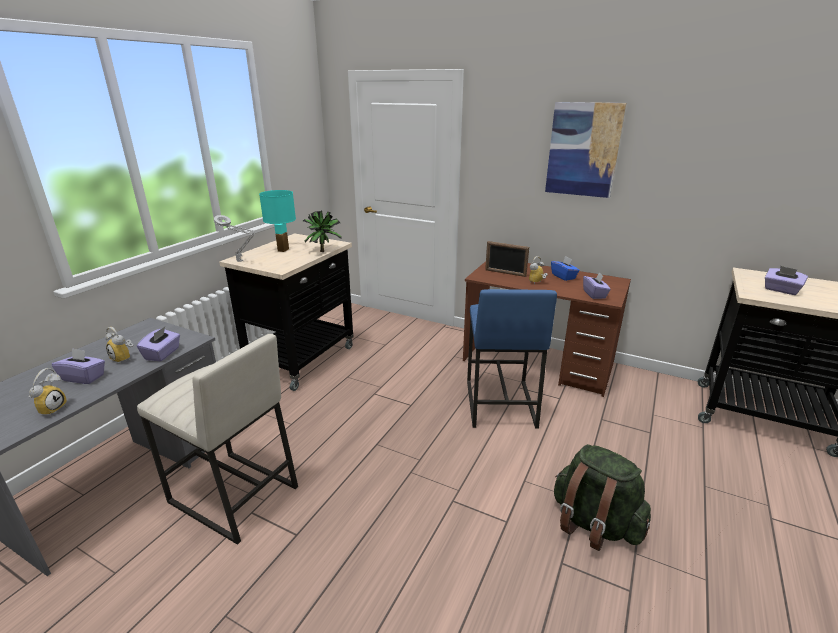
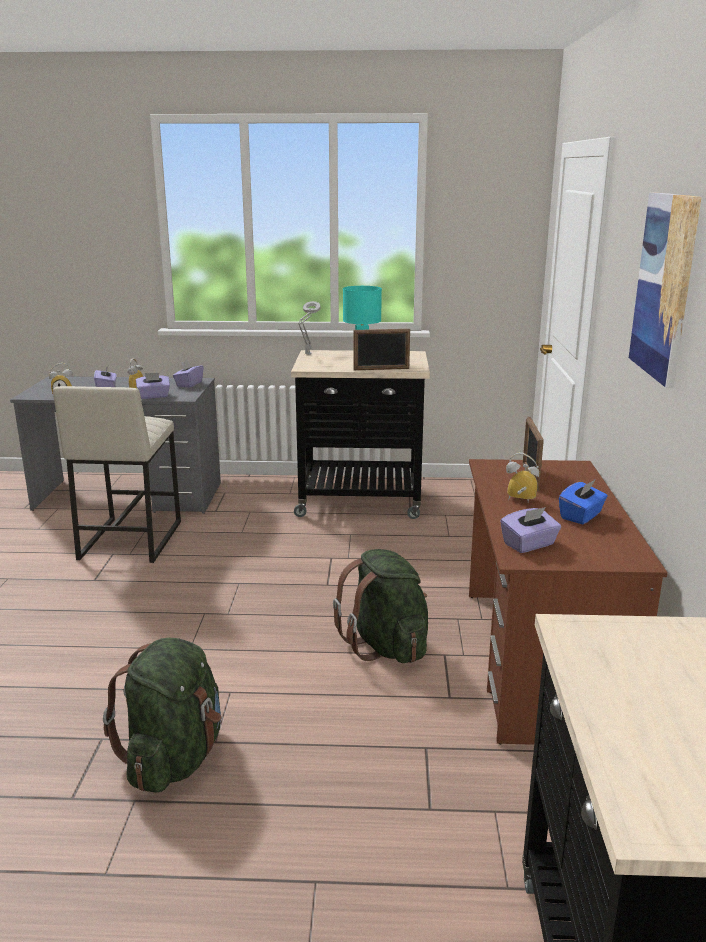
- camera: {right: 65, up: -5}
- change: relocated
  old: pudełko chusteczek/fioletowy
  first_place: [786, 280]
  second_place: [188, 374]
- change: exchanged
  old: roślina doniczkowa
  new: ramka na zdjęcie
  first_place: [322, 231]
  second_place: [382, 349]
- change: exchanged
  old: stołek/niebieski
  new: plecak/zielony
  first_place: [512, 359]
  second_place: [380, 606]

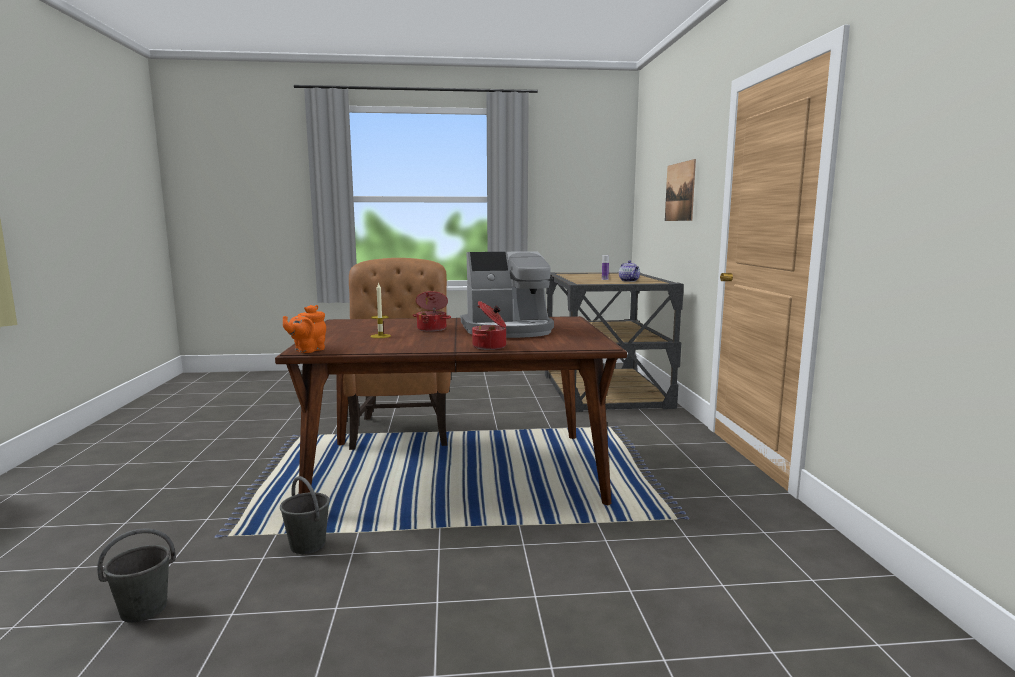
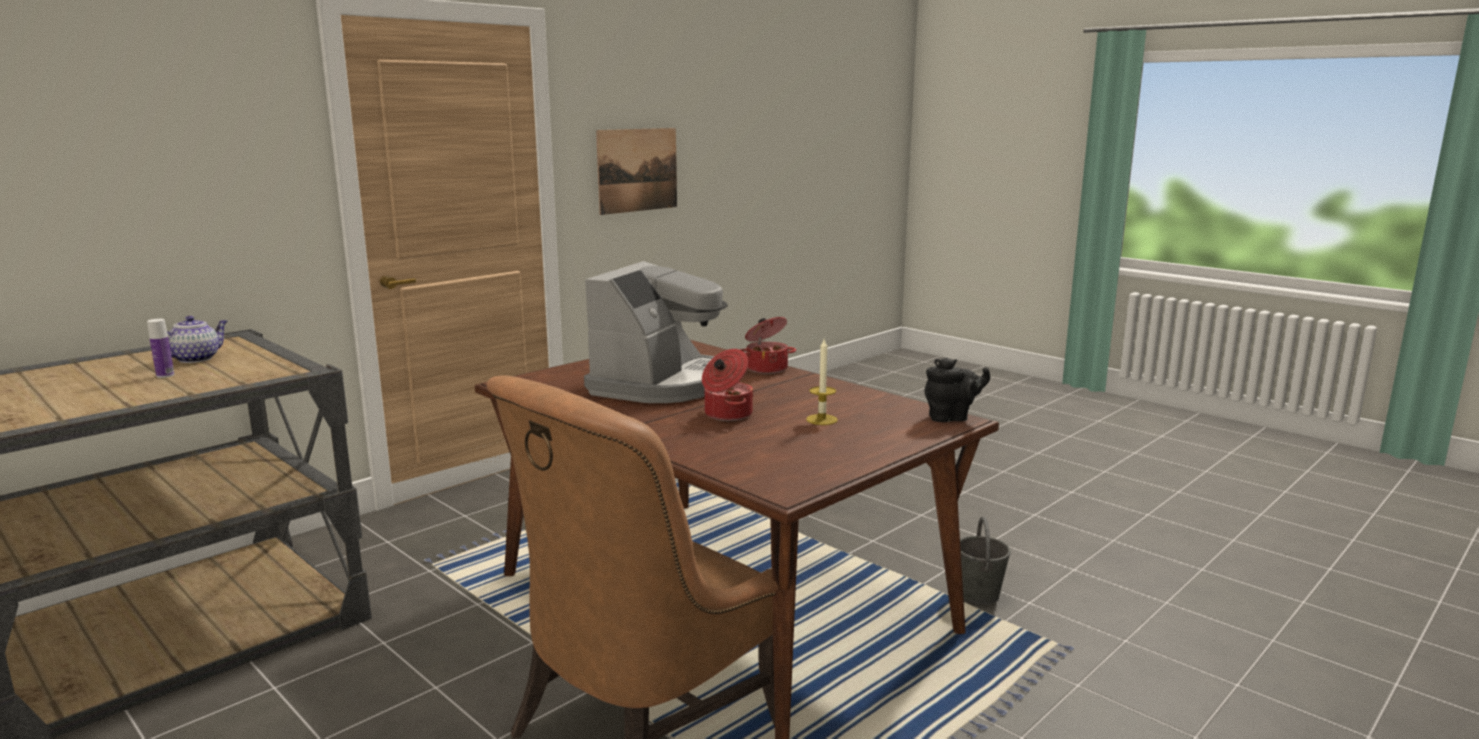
- camera: {right: -130, up: 5}
- change: missing
  old: wiadro/szary
  first_place: [136, 575]
- change: relocated
  old: obraz
  first_place: [680, 190]
  second_place: [636, 171]
- change: colour
  old: imbryk/pomarańczowy
  new: imbryk/czarny
  first_place: [304, 329]
  second_place: [957, 390]
- change: spun
  old: ekspres do kawy
  first_place: [507, 294]
  second_place: [656, 332]
  degrees: 75

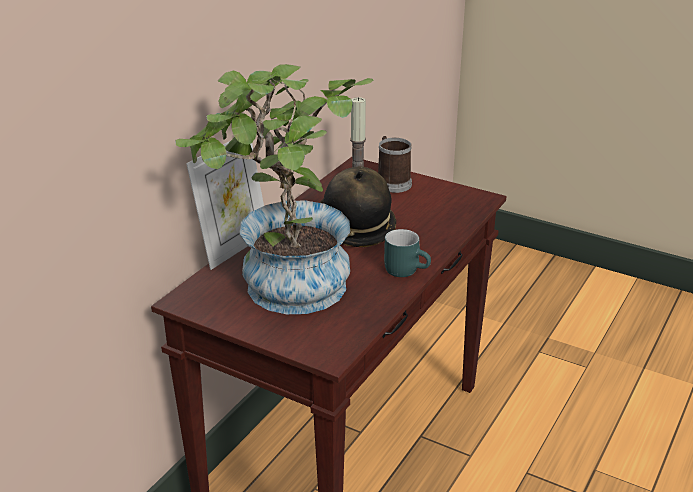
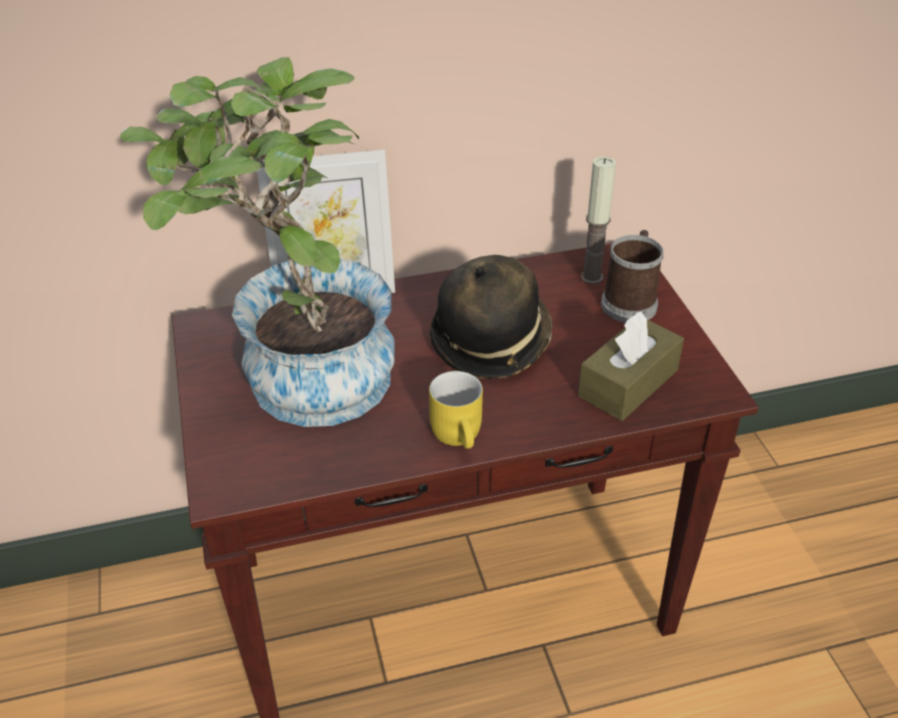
- camera: {right: 45, up: 10}
- change: appeared
  new: pudełko chusteczek/brązowy
  second_place: [631, 366]
- change: colour
  old: kubek/turkusowy
  new: kubek/żółty
  first_place: [407, 253]
  second_place: [456, 410]

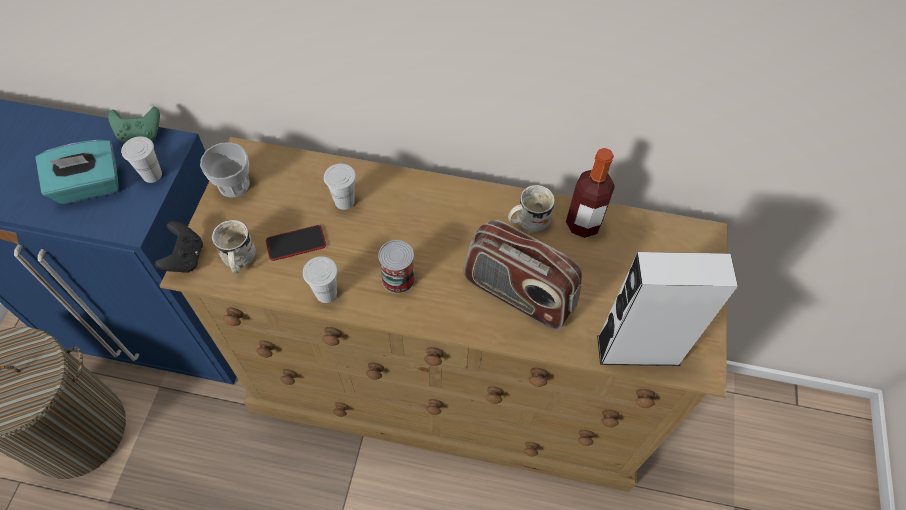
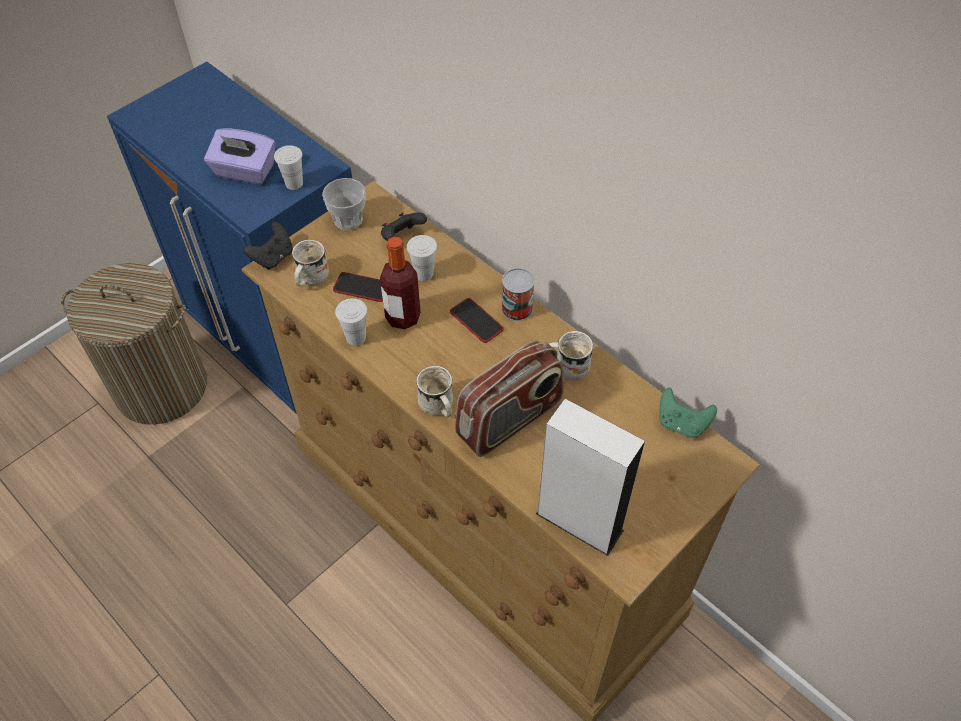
- camera: {right: 35, up: -5}
- change: appeared
  new: pad do gier/czarny
  second_place: [404, 226]
- change: appeared
  new: kubek/biały
  second_place: [434, 391]
- change: appeared
  new: telefon
  second_place: [477, 320]
- change: relocated
  old: pad do gier/zielony
  first_place: [134, 125]
  second_place: [688, 413]
- change: relocated
  old: puszka
  first_place: [396, 267]
  second_place: [518, 294]
- change: relocated
  old: butelka
  first_place: [590, 193]
  second_place: [400, 283]
- change: colour
  old: pudełko chusteczek/turkusowy
  new: pudełko chusteczek/fioletowy
  first_place: [77, 172]
  second_place: [239, 156]
- change: spun
  old: radio
  first_place: [522, 274]
  second_place: [509, 398]
  degrees: -105

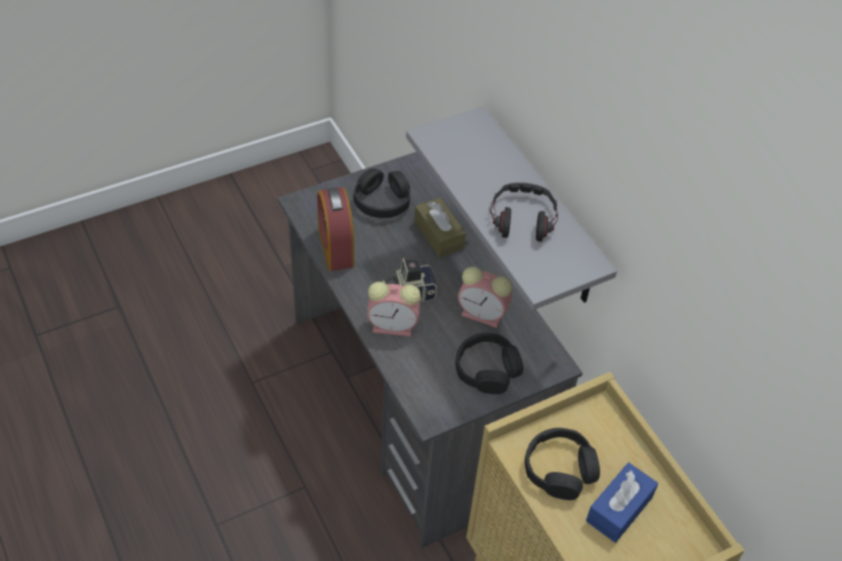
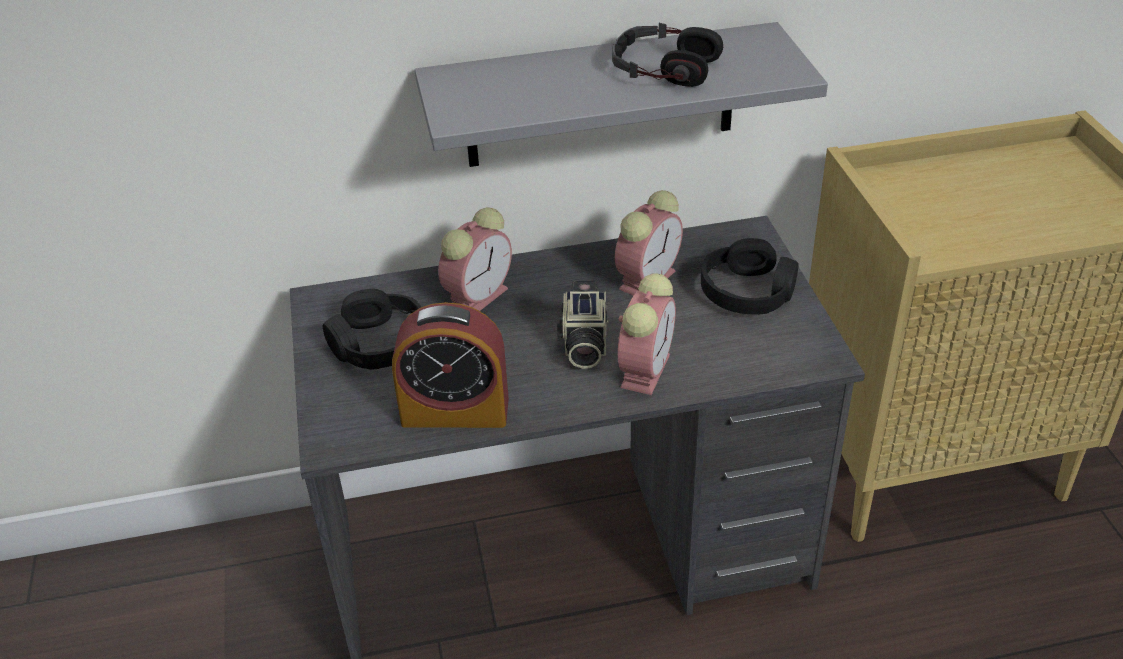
- camera: {right: -70, up: -10}
- change: missing
  old: słuchawki/czarny
  first_place: [562, 464]
- change: missing
  old: pudełko chusteczek/niebieski
  first_place: [622, 503]
- change: exchanged
  old: pudełko chusteczek/brązowy
  new: budzik
  first_place: [440, 228]
  second_place: [475, 259]

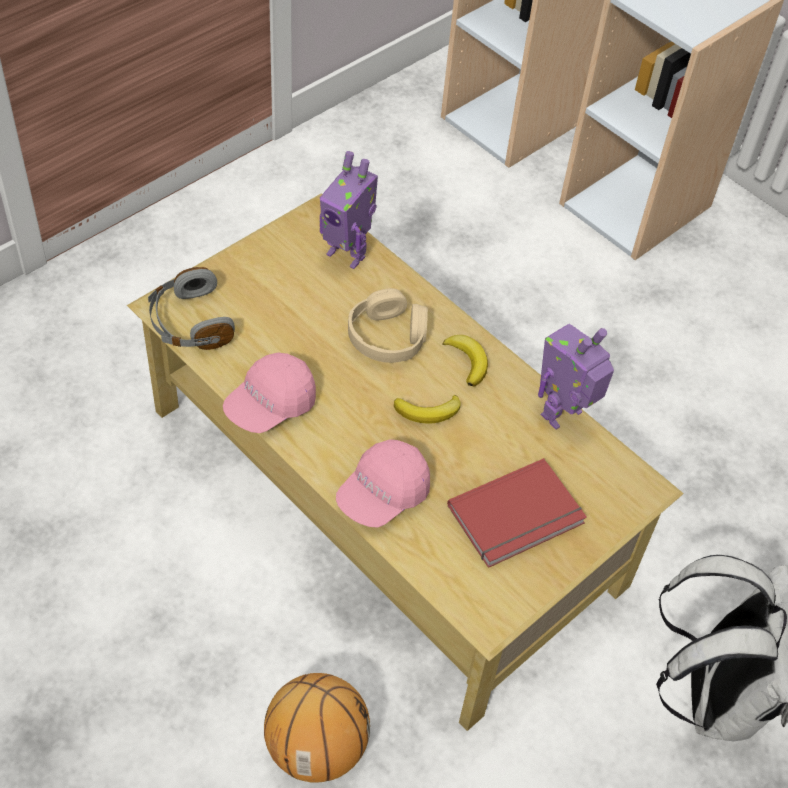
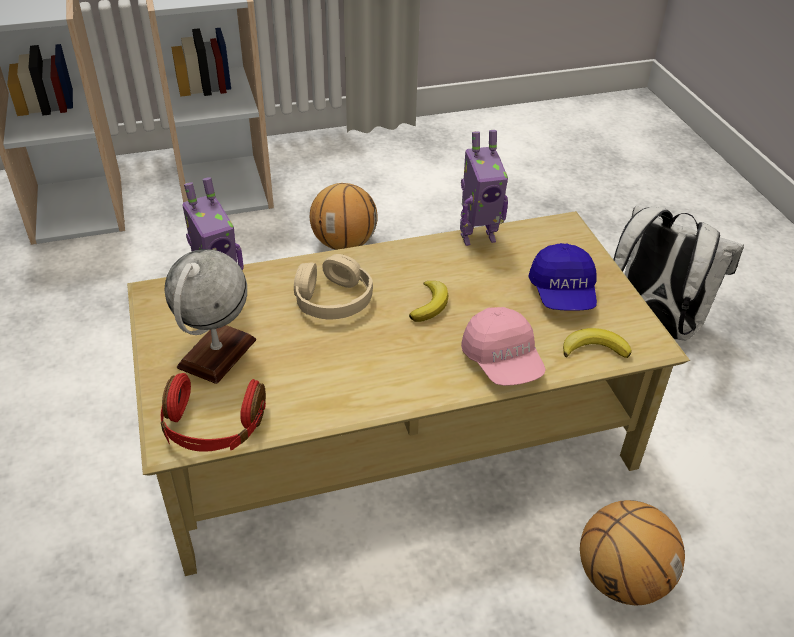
- camera: {right: -60, up: -10}
- change: missing
  old: czapka z daszkiem/różowy
  first_place: [269, 392]
- change: appeared
  new: globus
  second_place: [210, 316]
- change: appeared
  new: piłka do koszykówki
  second_place: [344, 216]
- change: relocated
  old: banan
  first_place: [465, 360]
  second_place: [597, 343]
- change: exchanged
  old: książka/czerwony
  new: czapka z daszkiem/niebieski
  first_place: [517, 513]
  second_place: [562, 277]
- change: colour
  old: słuchawki/szary
  new: słuchawki/czerwony
  first_place: [191, 308]
  second_place: [213, 412]
- change: spun
  old: robot zabawkowy
  first_place: [576, 376]
  second_place: [484, 188]
  degrees: -90

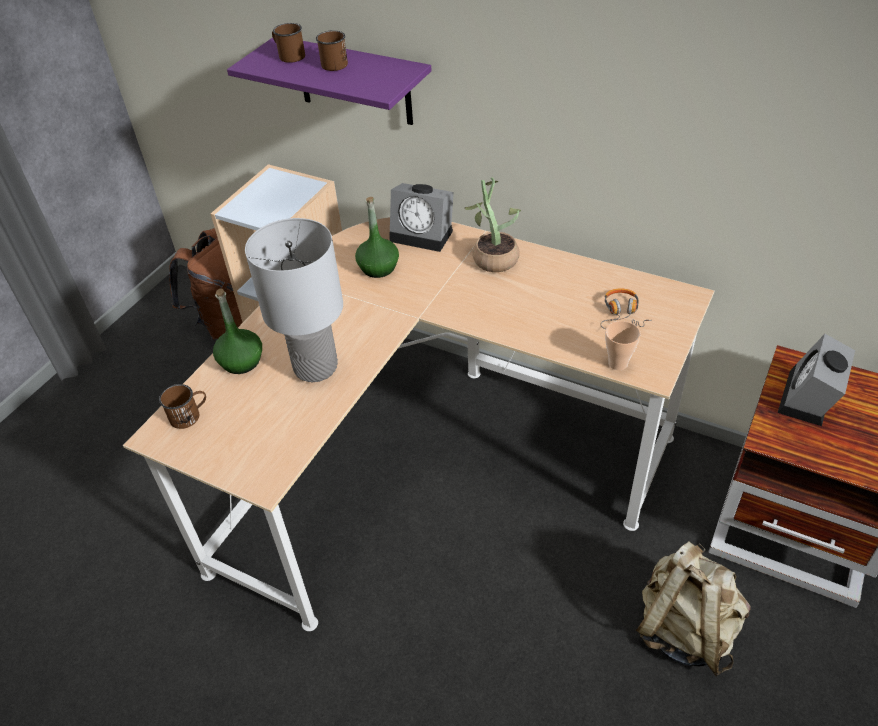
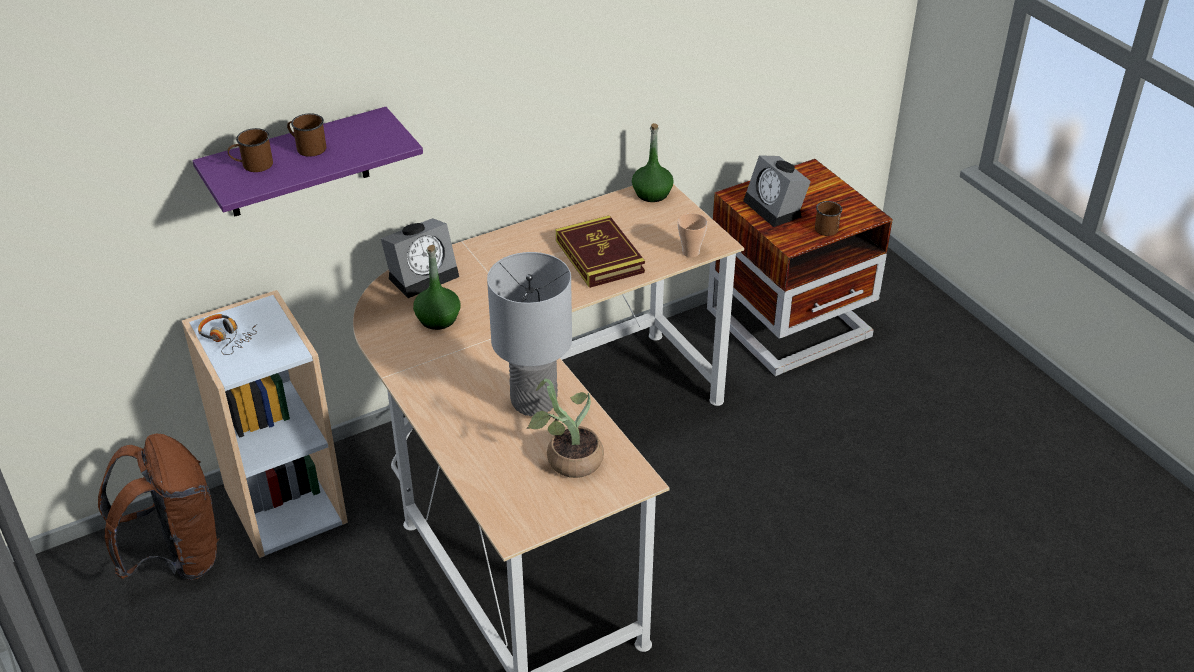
- camera: {right: -60, up: -5}
- change: missing
  old: plecak/beżowy
  first_place: [693, 608]
- change: appeared
  new: książka
  second_place: [600, 251]
- change: relocated
  old: kubek/brązowy
  first_place: [182, 406]
  second_place: [828, 218]
- change: relocated
  old: butelka/zielony
  first_place: [237, 331]
  second_place: [653, 162]
- change: relocated
  old: roślina doniczkowa
  first_place: [493, 224]
  second_place: [565, 428]
- change: relocated
  old: słuchawki
  first_place: [626, 308]
  second_place: [227, 334]

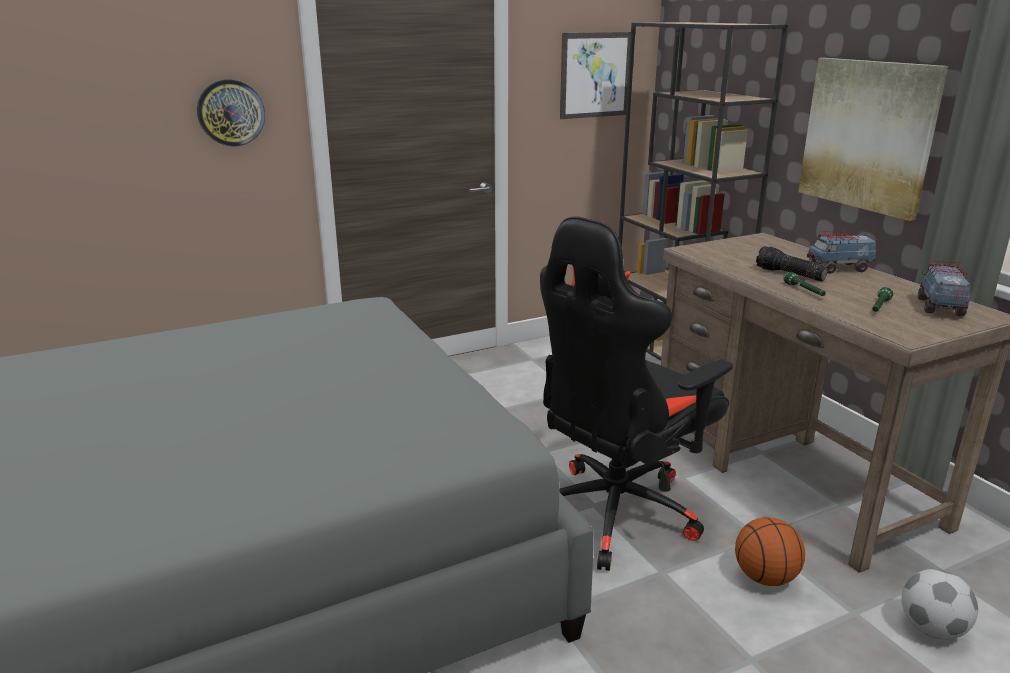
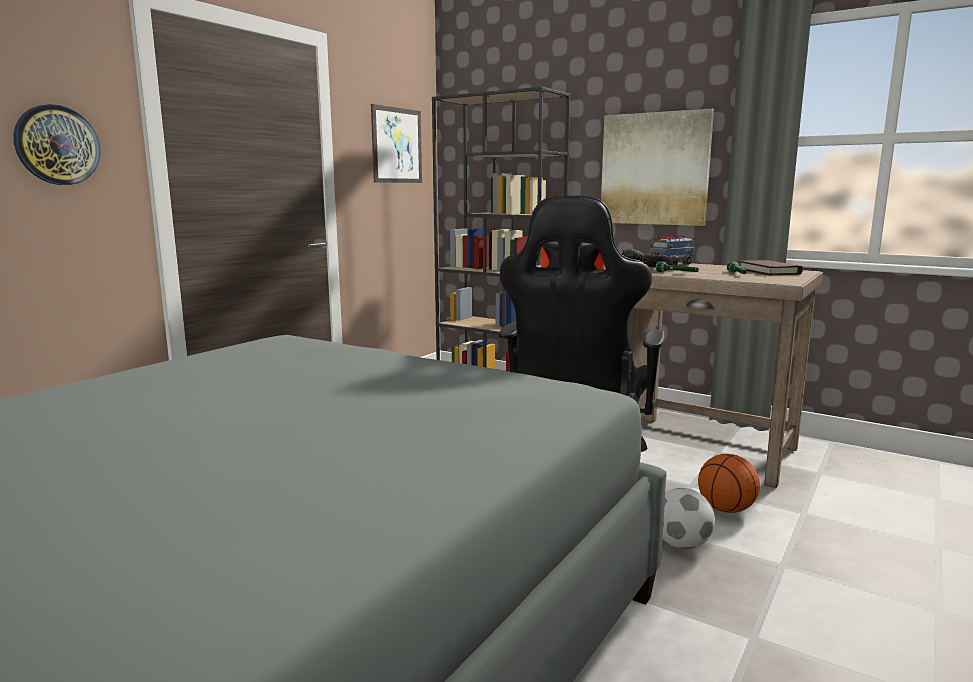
- camera: {right: -30, up: -10}
- change: relocated
  old: piłka futbolowa
  first_place: [940, 604]
  second_place: [689, 518]
- change: exchanged
  old: ciężarówka zabawkowa
  new: książka/brązowy
  first_place: [944, 288]
  second_place: [771, 267]

